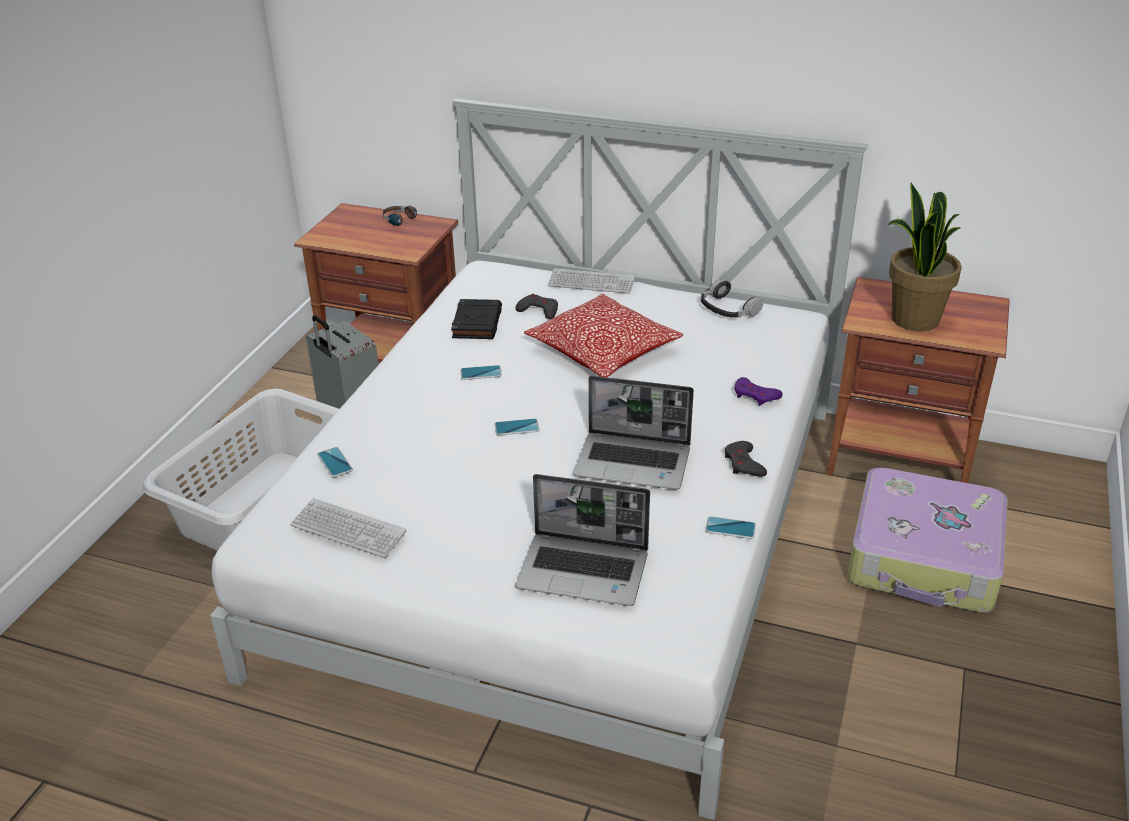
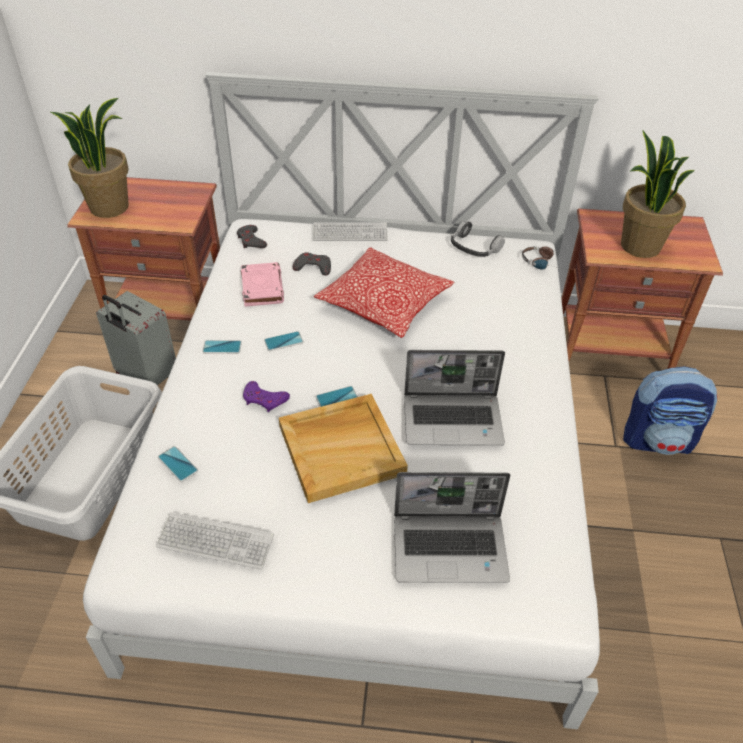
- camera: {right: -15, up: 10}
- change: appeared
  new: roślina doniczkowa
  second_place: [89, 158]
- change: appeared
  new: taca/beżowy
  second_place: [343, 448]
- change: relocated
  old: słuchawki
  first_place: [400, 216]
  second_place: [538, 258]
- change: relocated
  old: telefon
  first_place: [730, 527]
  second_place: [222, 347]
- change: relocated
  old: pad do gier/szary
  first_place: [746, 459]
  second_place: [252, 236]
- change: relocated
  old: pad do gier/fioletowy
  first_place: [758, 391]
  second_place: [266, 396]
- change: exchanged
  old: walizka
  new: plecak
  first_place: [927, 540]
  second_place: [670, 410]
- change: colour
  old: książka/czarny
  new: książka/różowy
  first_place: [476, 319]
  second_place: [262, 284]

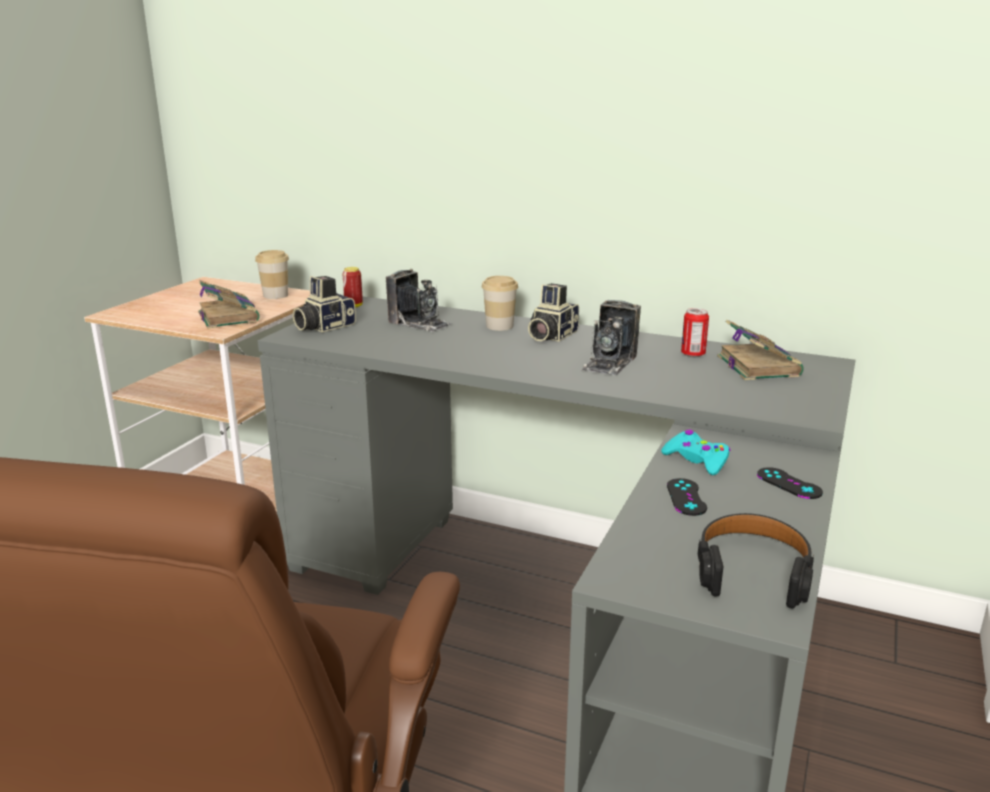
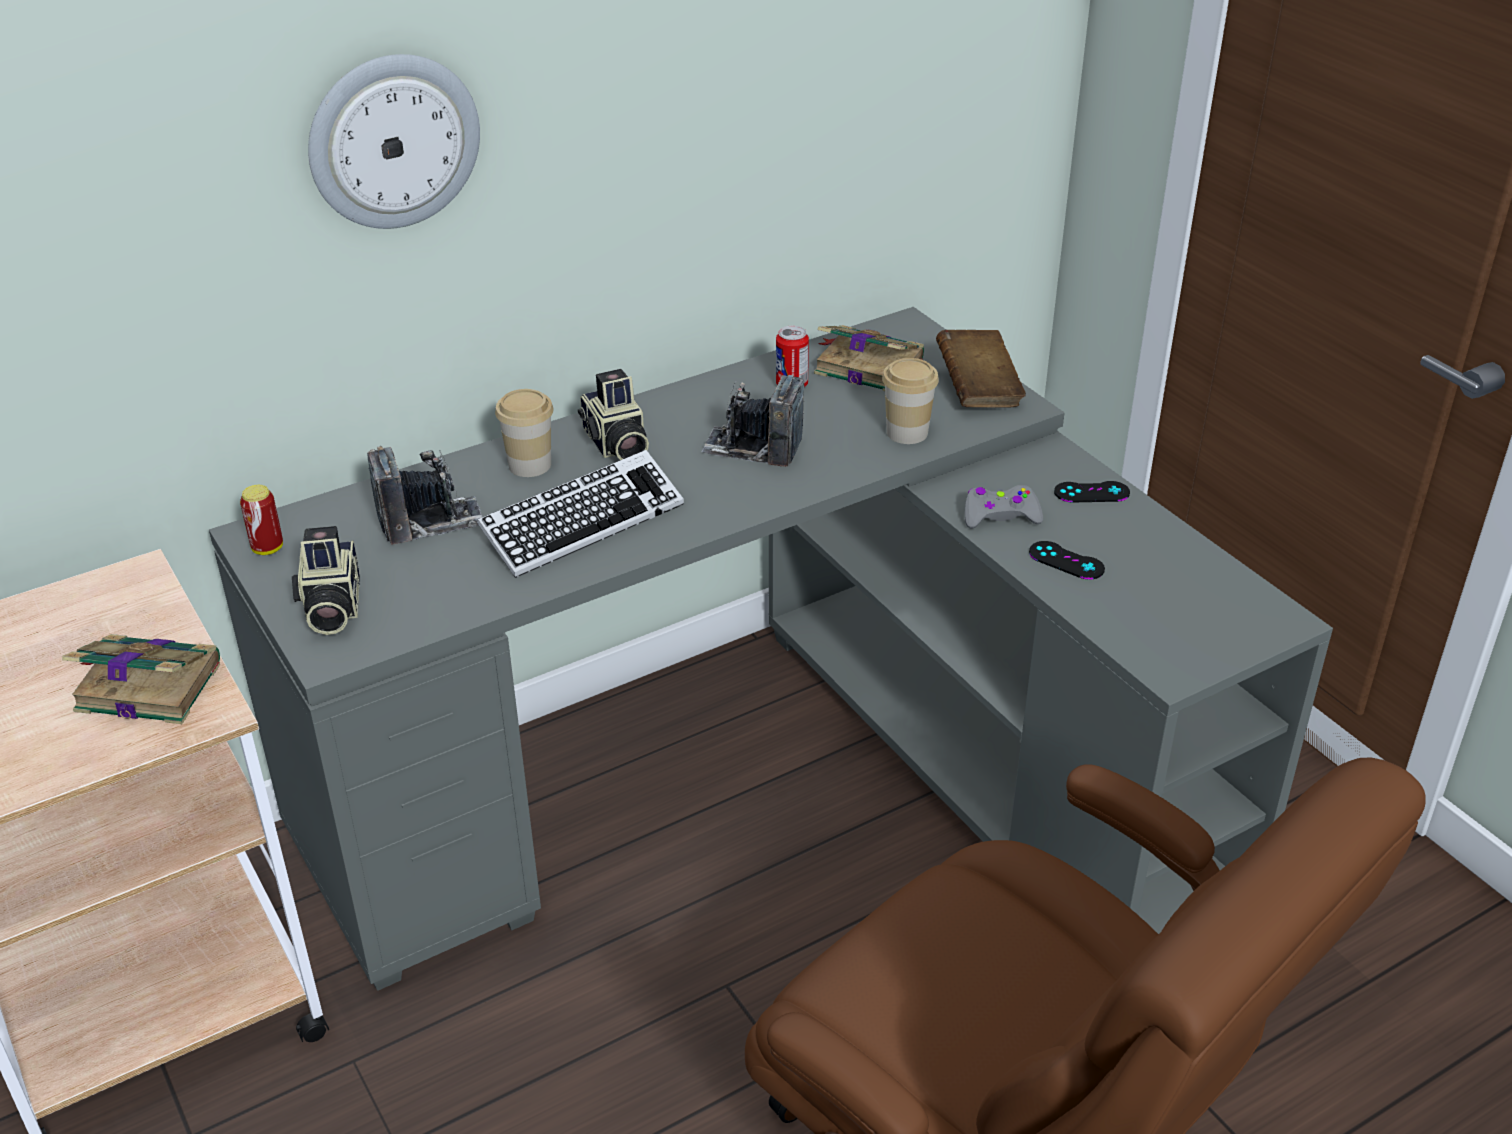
- camera: {right: -55, up: 15}
- change: missing
  old: słuchawki/czarny
  first_place: [756, 561]
- change: appeared
  new: zegar ścienny
  second_place: [394, 141]
- change: appeared
  new: klawiatura
  second_place: [580, 514]
- change: appeared
  new: książka/brązowy
  second_place: [981, 369]
- change: relocated
  old: filiżanka
  first_place: [272, 274]
  second_place: [910, 401]
- change: colour
  old: pad do gier/turkusowy
  new: pad do gier/szary
  first_place: [696, 452]
  second_place: [1004, 507]
- change: spun
  old: aparat fotograficzny
  first_place: [611, 337]
  second_place: [753, 421]
  degrees: 135

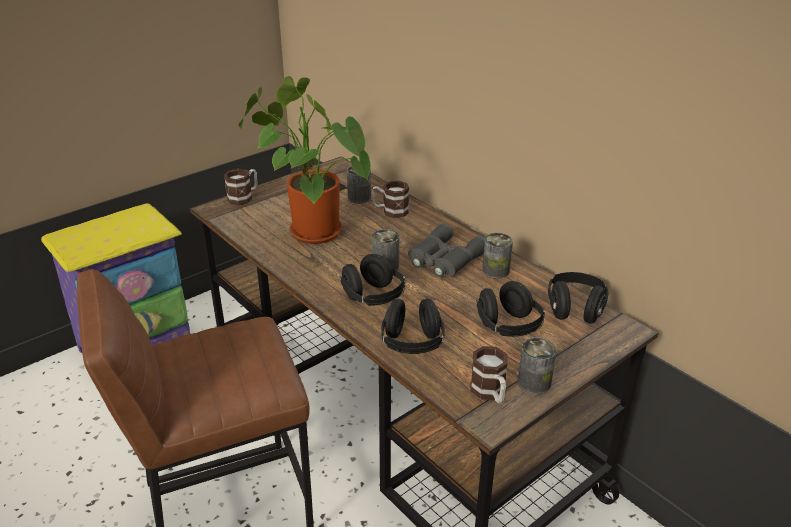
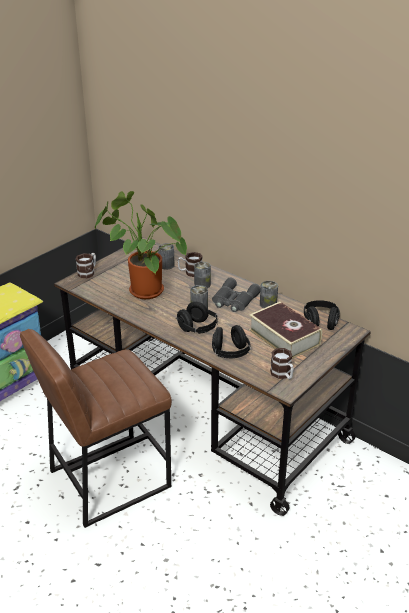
- camera: {right: -10, up: 0}
- change: relocated
  old: puszka
  first_place: [537, 365]
  second_place: [202, 275]
- change: exchanged
  old: słuchawki/czarny
  new: książka
  first_place: [510, 309]
  second_place: [285, 330]

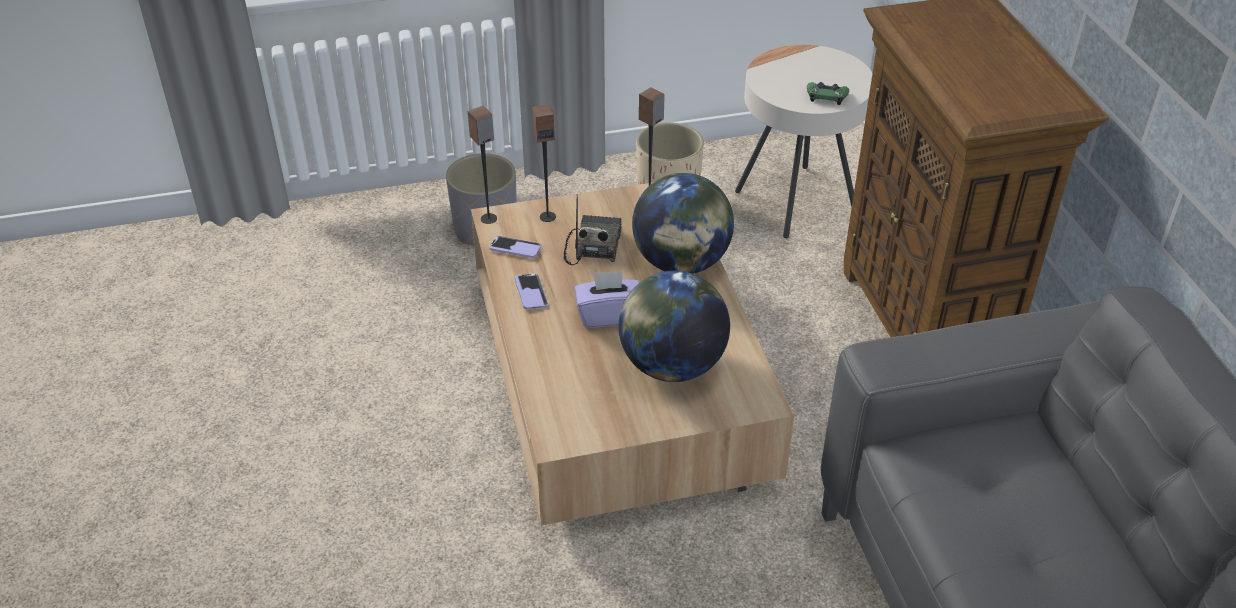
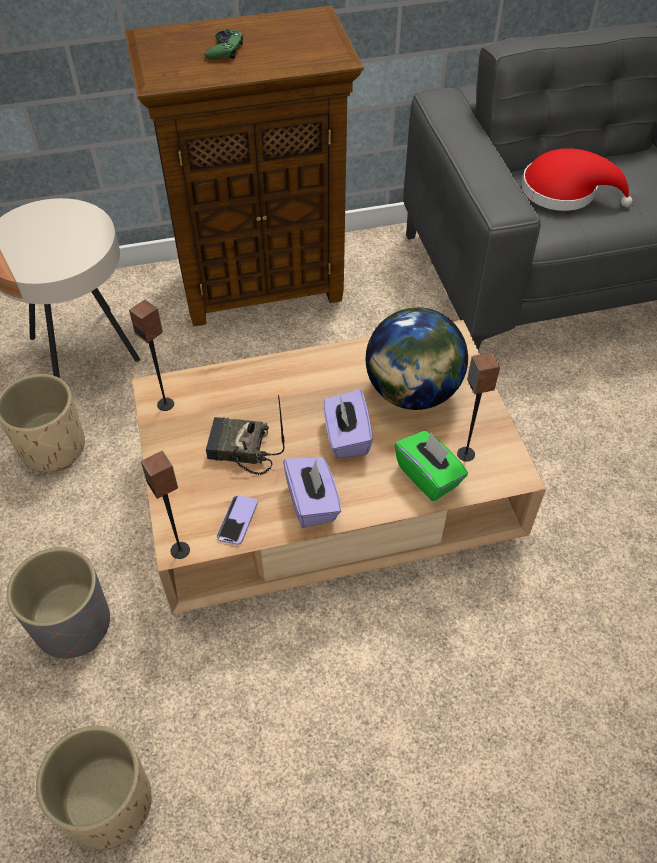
- camera: {right: -90, up: 10}
- change: missing
  old: globus
  first_place: [683, 223]
- change: appeared
  new: donica/beżowy
  second_place: [94, 788]
- change: appeared
  new: pudełko chusteczek/zielony
  second_place: [431, 465]
- change: appeared
  new: kapelusz/czerwony
  second_place: [577, 179]
- change: relocated
  old: głośnik
  first_place: [544, 163]
  second_place: [478, 407]
- change: relocated
  old: pad do gier/zielony
  first_place: [828, 93]
  second_place: [223, 44]
- change: exchanged
  old: telefon
  new: pudełko chusteczek/fioletowy
  first_place: [531, 291]
  second_place: [312, 492]

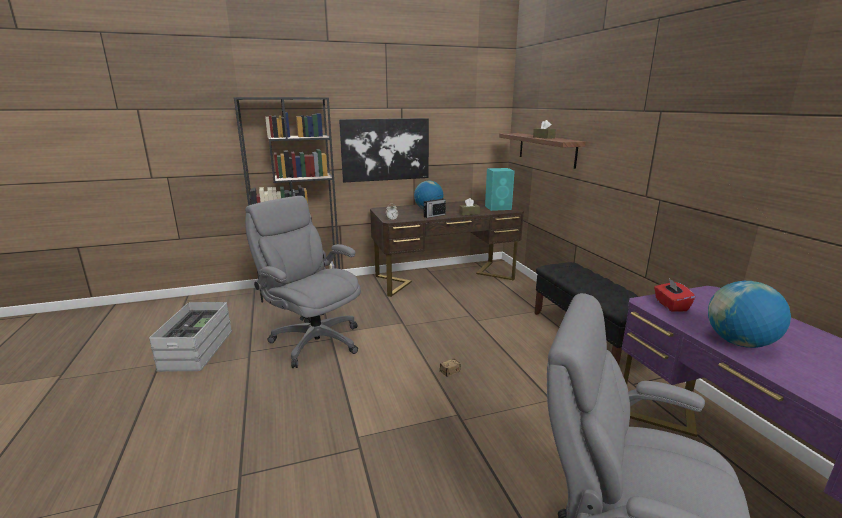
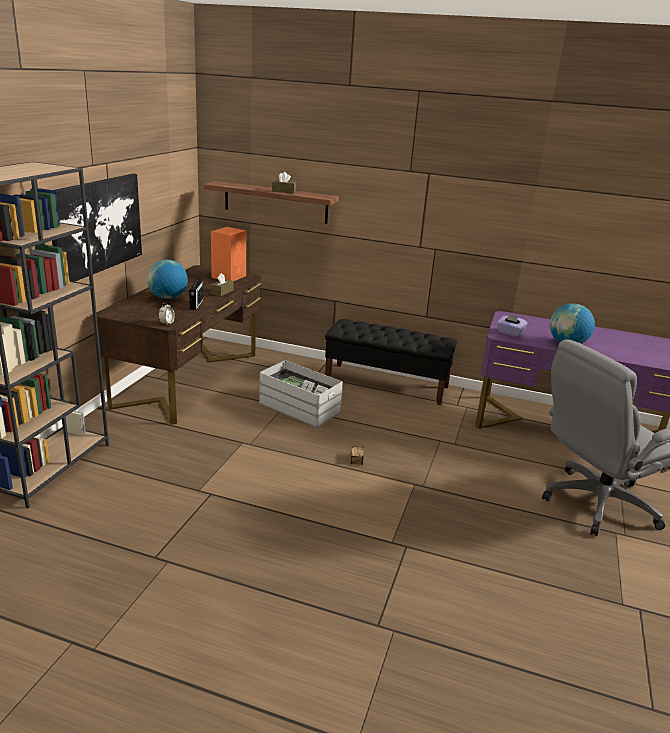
- camera: {right: -55, up: 5}
- change: missing
  old: krzesło biurowe/szary
  first_place: [303, 282]
- change: relocated
  old: pojemnik do przechowywania/szary
  first_place: [190, 337]
  second_place: [301, 394]
- change: colour
  old: głośnik/turkusowy
  new: głośnik/pomarańczowy
  first_place: [500, 189]
  second_place: [228, 254]
- change: colour
  old: pudełko chusteczek/czerwony
  new: pudełko chusteczek/fioletowy
  first_place: [674, 294]
  second_place: [512, 325]

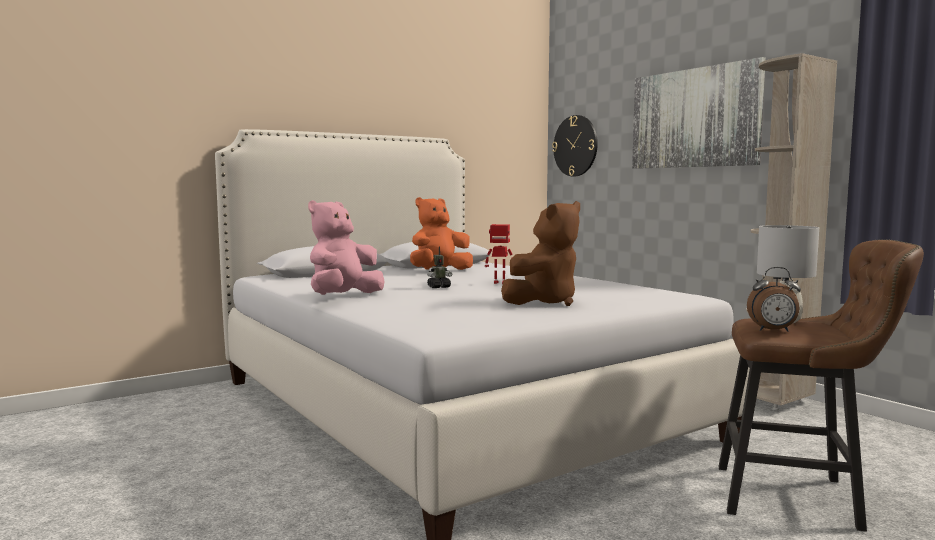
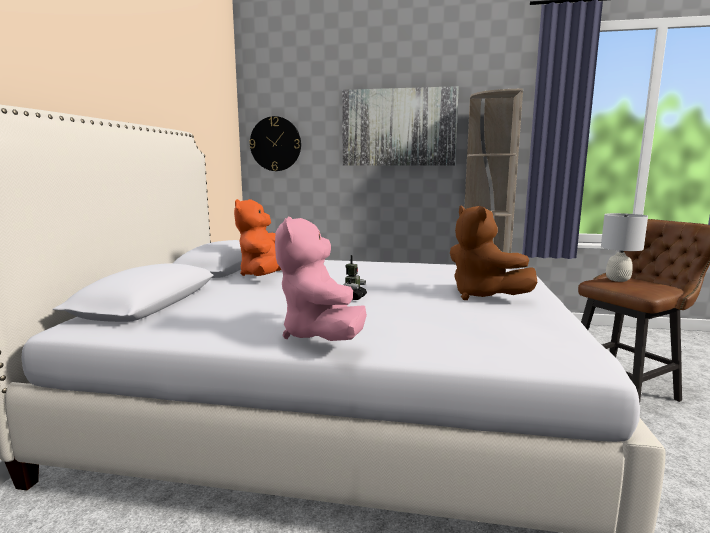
- camera: {right: -45, up: 5}
- change: missing
  old: robot zabawkowy
  first_place: [499, 254]
- change: missing
  old: budzik
  first_place: [774, 299]
- change: spun
  old: pluszak/brązowy
  first_place: [540, 253]
  second_place: [493, 253]
  degrees: 150

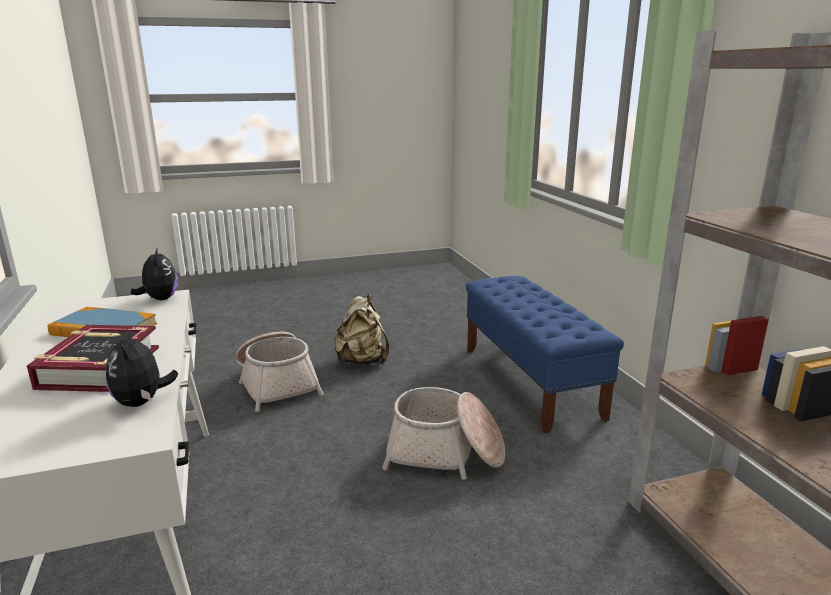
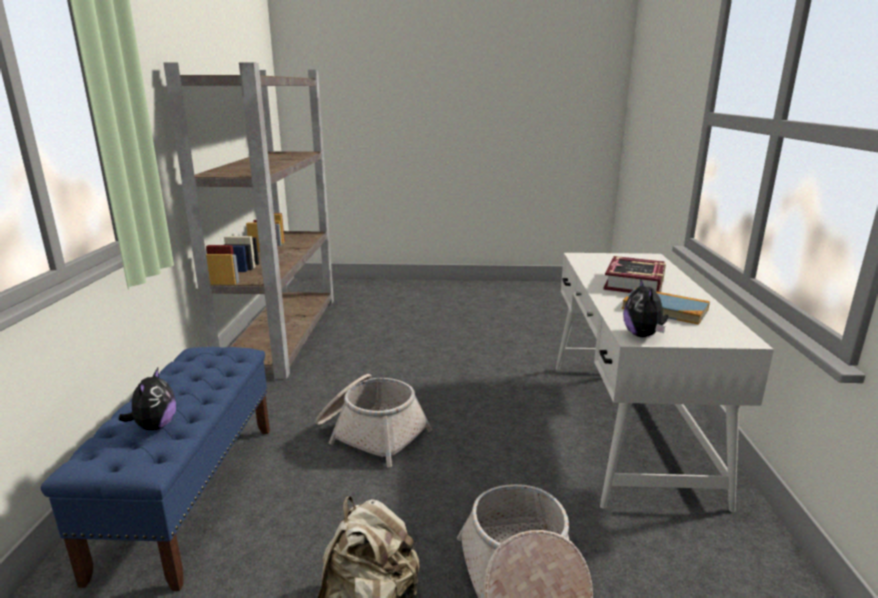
- camera: {right: -160, up: 0}
- change: relocated
  old: pluszak
  first_place: [142, 367]
  second_place: [147, 399]

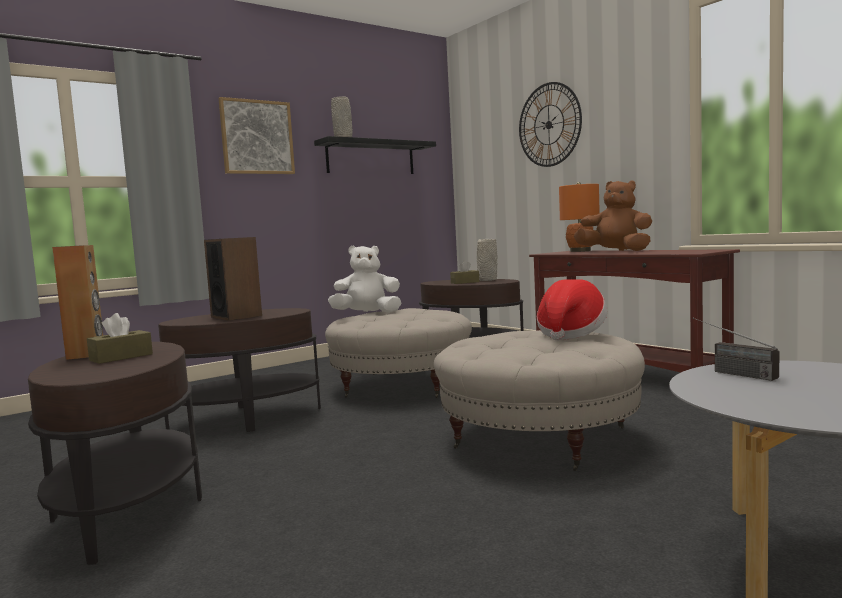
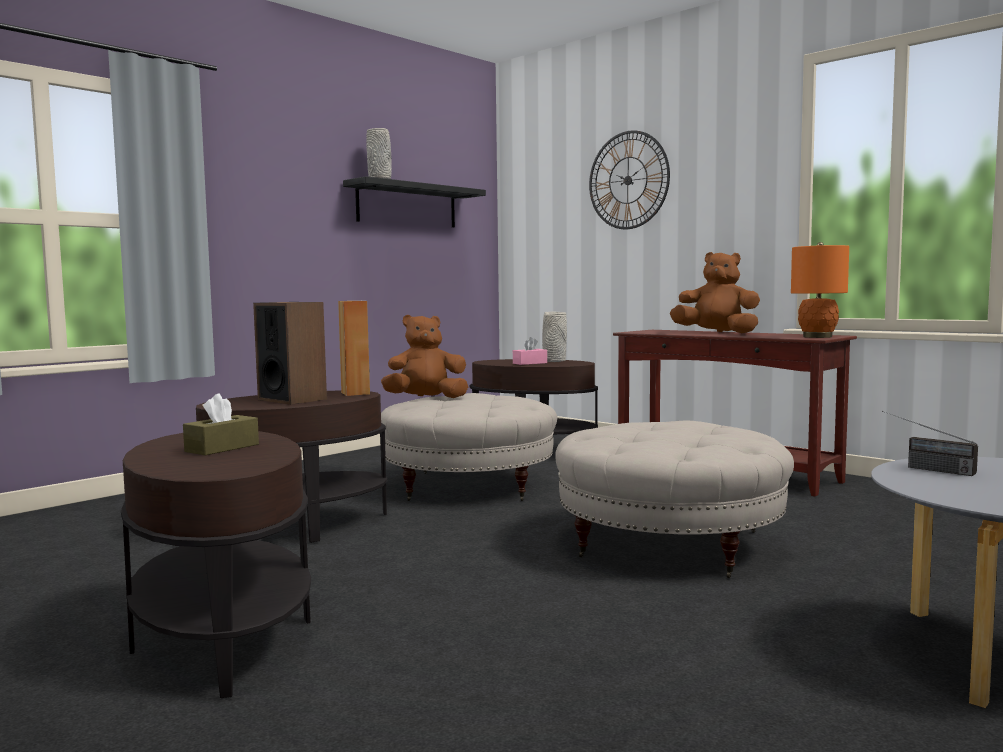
- camera: {right: -10, up: 0}
- change: missing
  old: obraz
  first_place: [257, 135]
- change: missing
  old: kapelusz
  first_place: [572, 310]
- change: relocated
  old: głośnik/brązowy
  first_place: [77, 302]
  second_place: [354, 348]
- change: relocated
  old: lampa stołowa/pomarańczowy
  first_place: [579, 217]
  second_place: [820, 290]
- change: colour
  old: pluszak/biały
  new: pluszak/brązowy
  first_place: [364, 279]
  second_place: [424, 356]
- change: colour
  old: pudełko chusteczek/brązowy
  new: pudełko chusteczek/różowy
  first_place: [464, 272]
  second_place: [530, 351]

